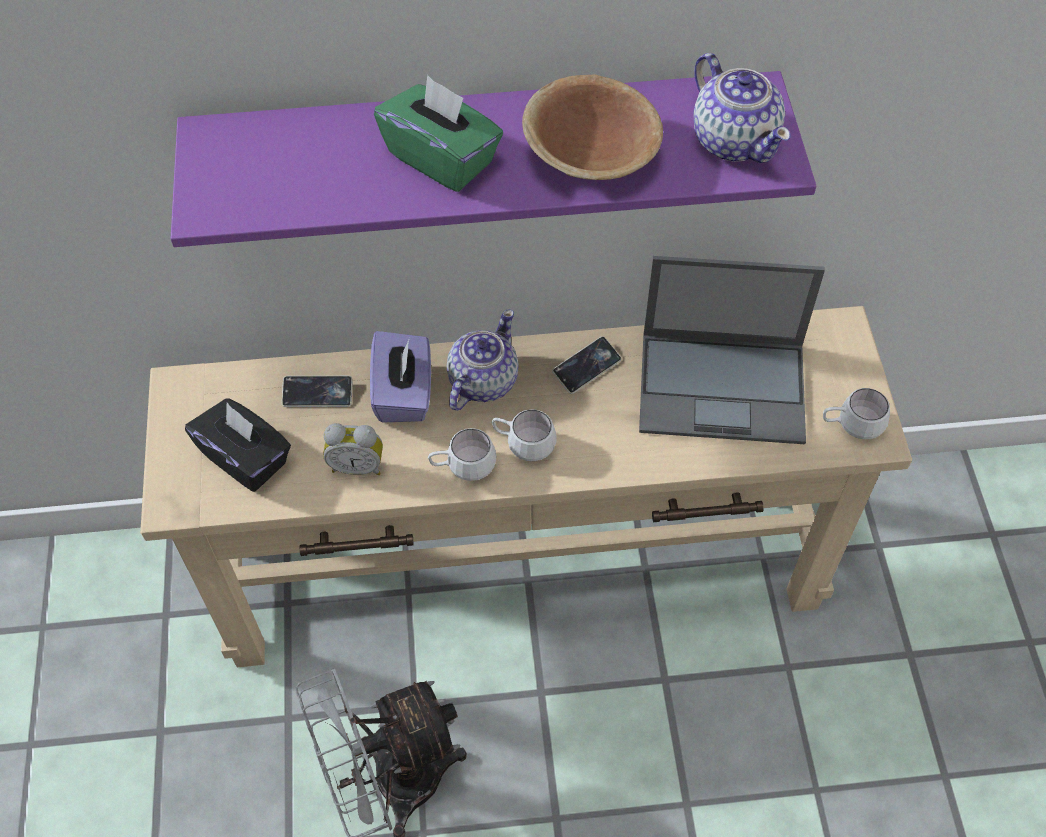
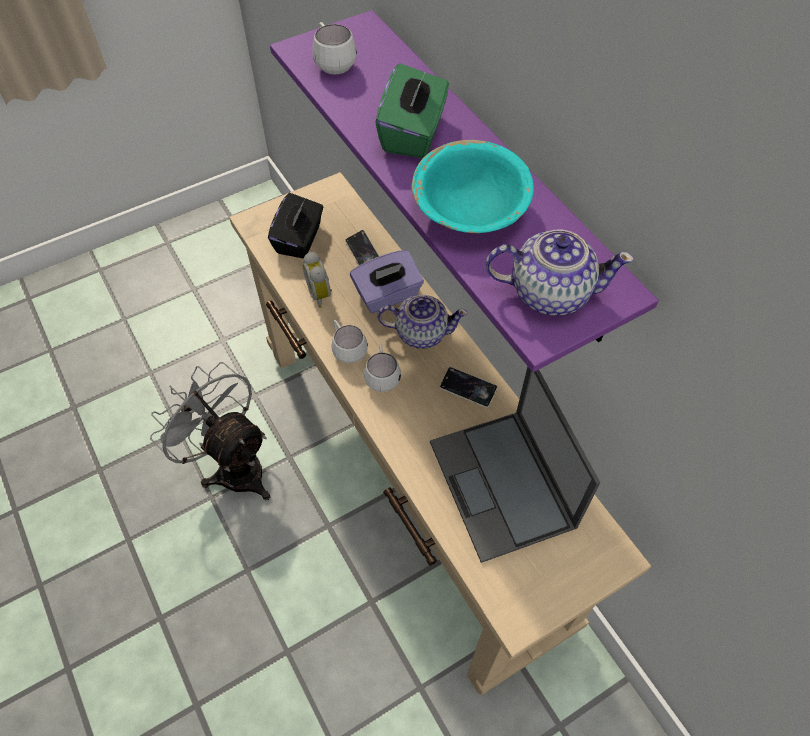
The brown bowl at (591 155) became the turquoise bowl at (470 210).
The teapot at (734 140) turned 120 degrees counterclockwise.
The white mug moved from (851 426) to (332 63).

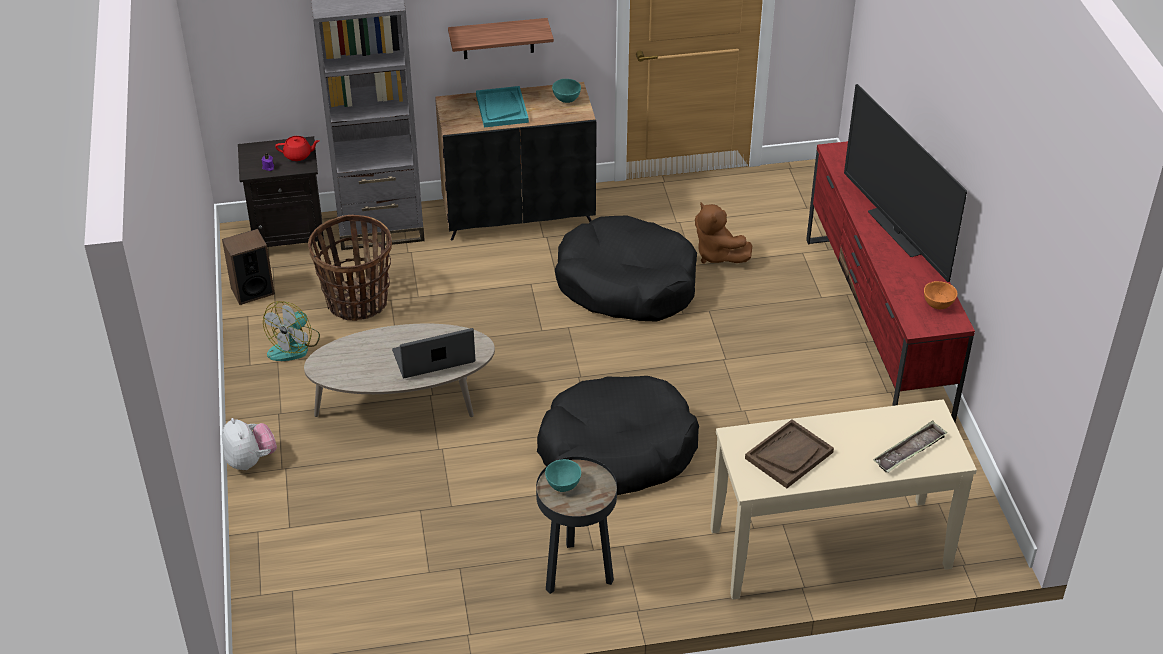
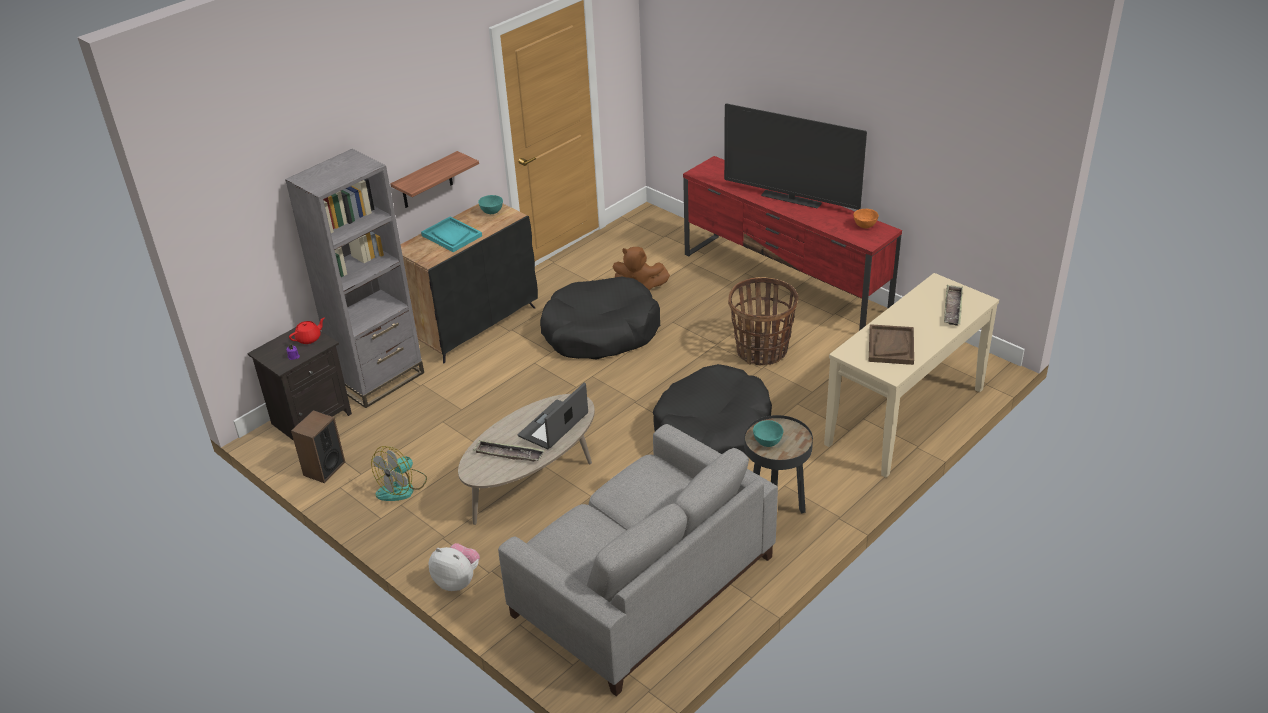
The fan at (294 345) turned 45 degrees clockwise.
The basket moved from (357 302) to (761 351).
The tray at (509 454) appeared.
The grey sofa at (642 585) appeared.

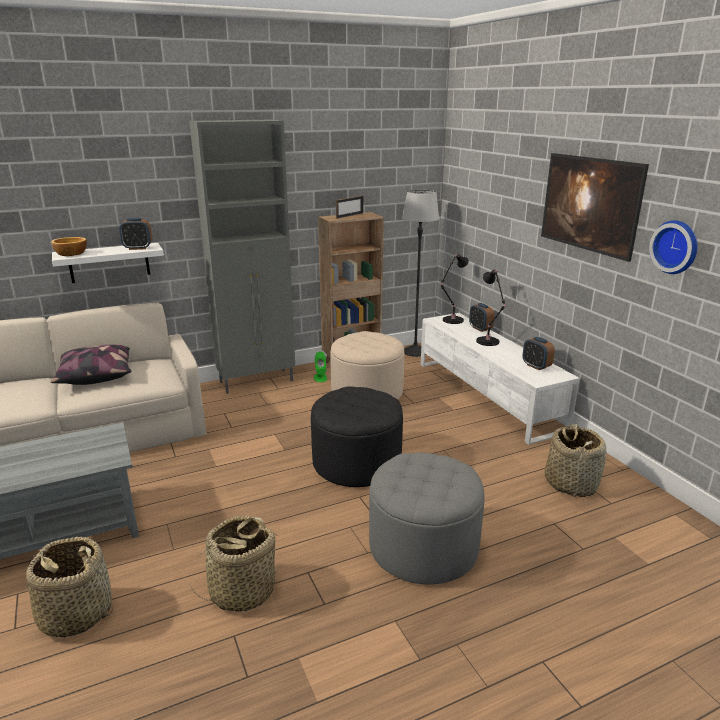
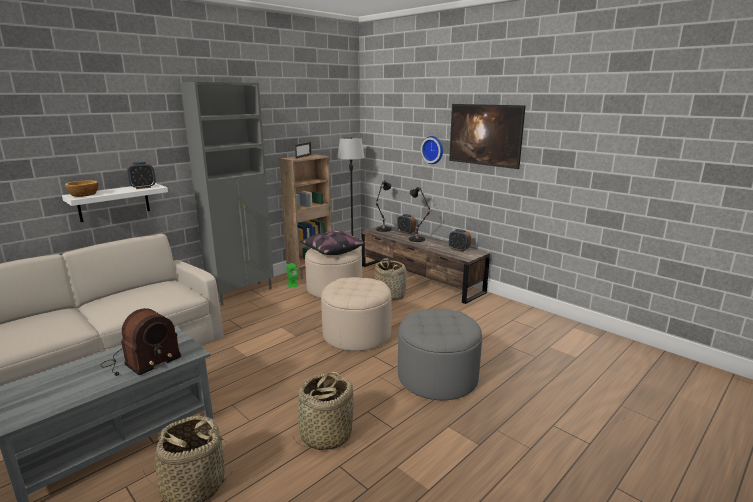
The pillow moved from (96 375) to (332 251).
The black ottoman at (357 462) became the beige ottoman at (357 334).
The white tv stand at (487 395) became the brown tv stand at (420 278).
The basket moved from (571 483) to (389 295).
The wall clock moved from (676 247) to (433 150).
The radio at (140 361) appeared.

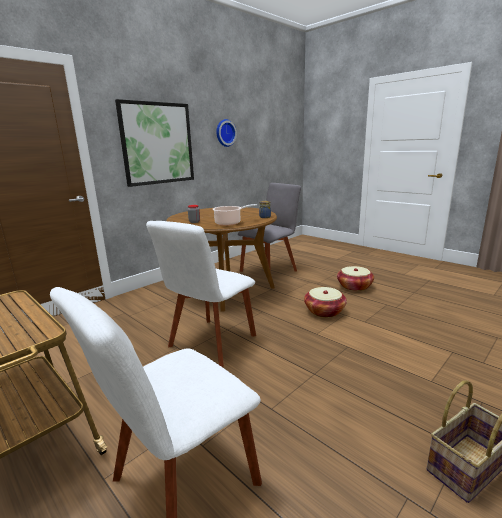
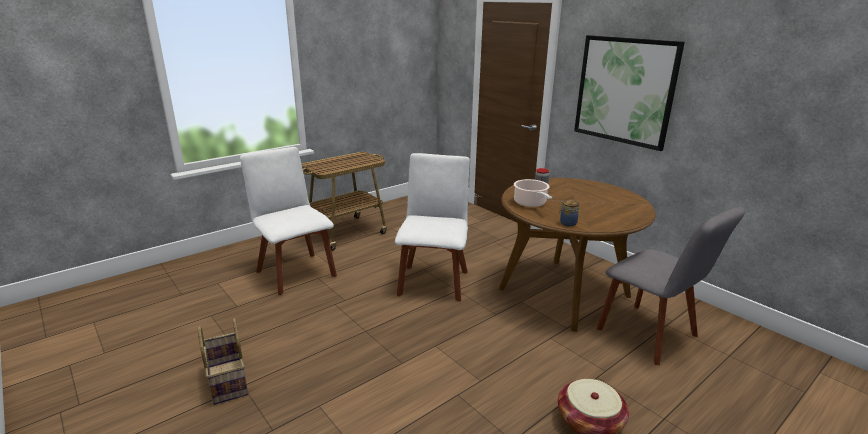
The white chair at (210 343) turned 60 degrees clockwise.
The wall clock at (224 133) disappeared.
The basket at (324 311) disappeared.

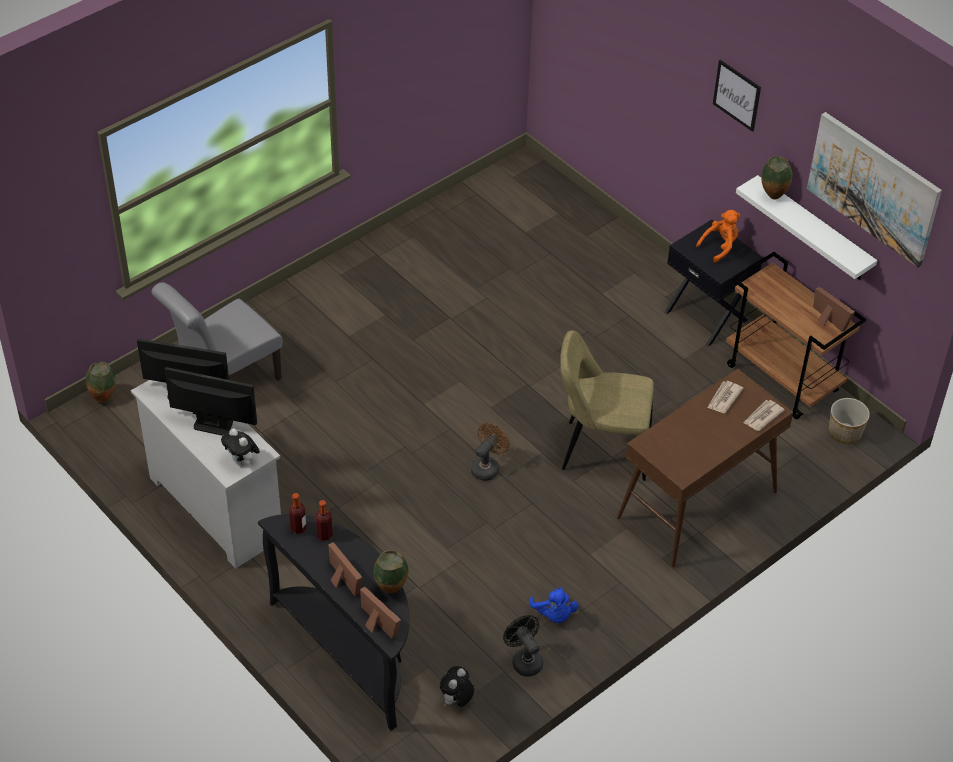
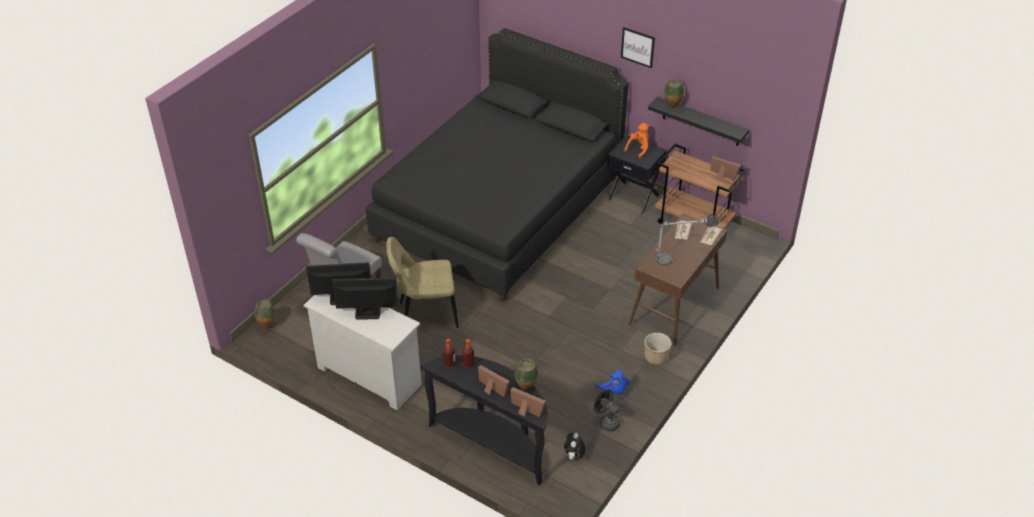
The plush toy at (242 462) disappeared.
The brown fan at (487 467) disappeared.
The beige chair moved from (601 450) to (425 315).
The white shelf at (813 230) became the black shelf at (701 122).
The picture at (873 188) disappeared.
The planter moved from (844 433) to (656 357).
The black bed at (499 209) appeared.
The table lamp at (682 257) appeared.

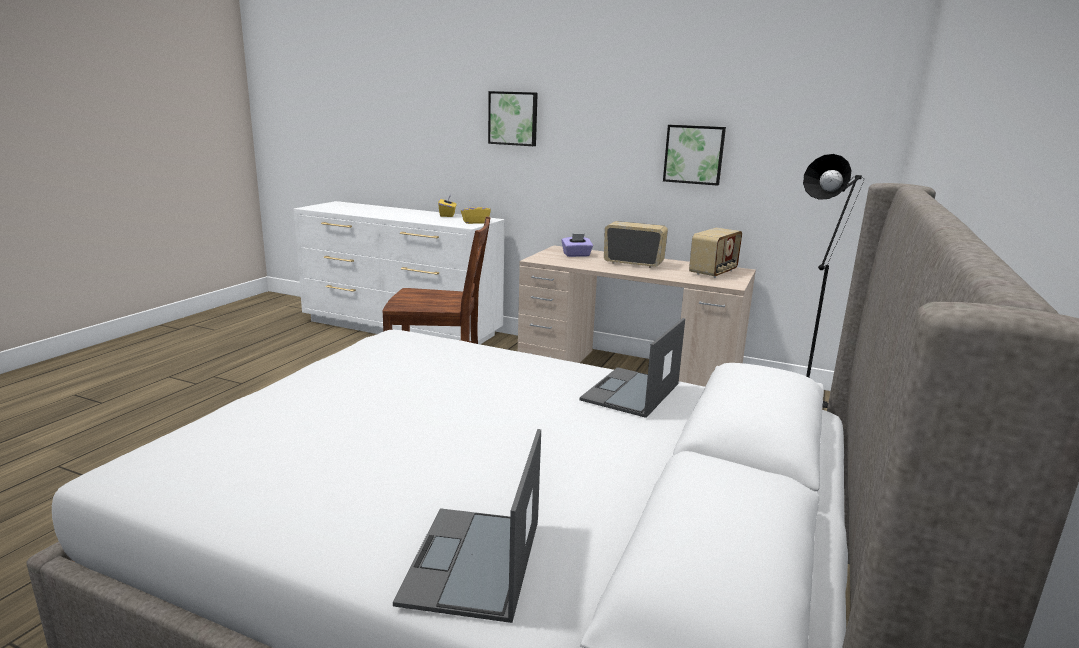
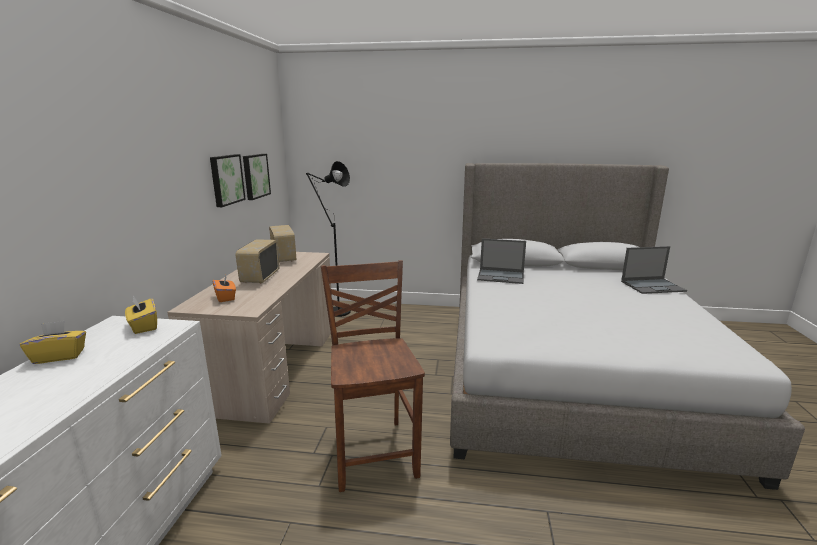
The picture moved from (513 118) to (255 176).
The purple tissue box at (576 255) became the orange tissue box at (225 297).
The radio at (714 272) turned 135 degrees counterclockwise.

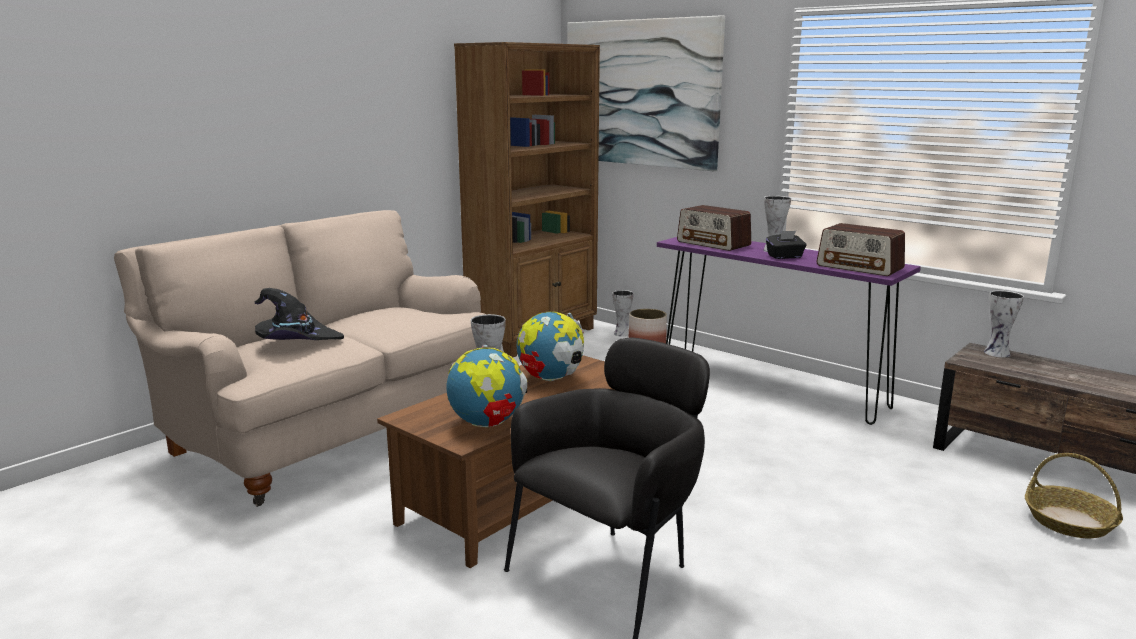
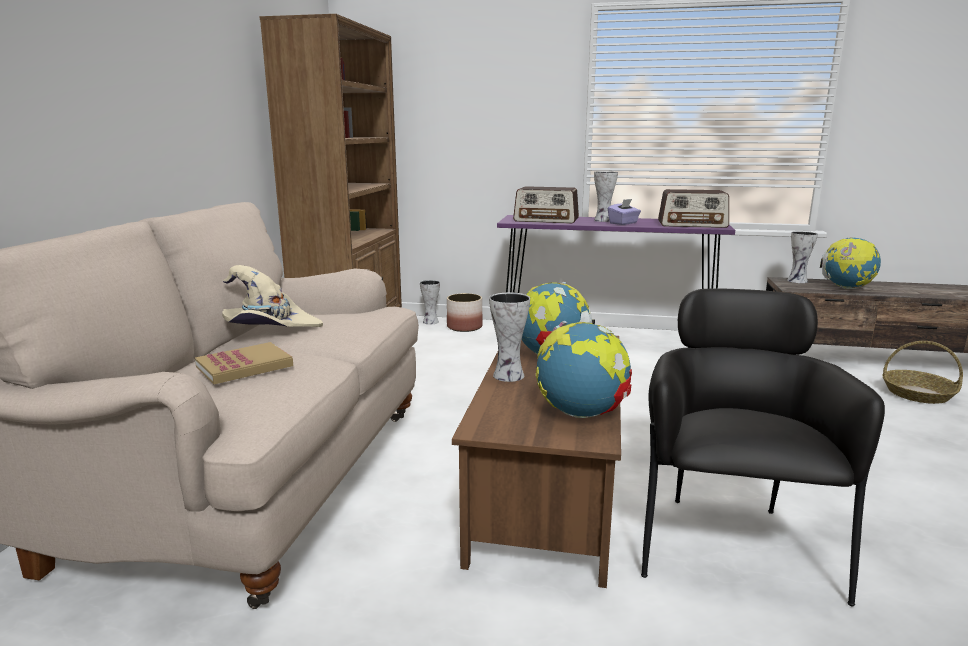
The black hat at (296 340) was replaced by the book at (244 366).
The picture at (640 93) disappeared.
The black tissue box at (785 257) became the purple tissue box at (623 223).
The beige hat at (270 326) appeared.
The globe at (846 288) appeared.

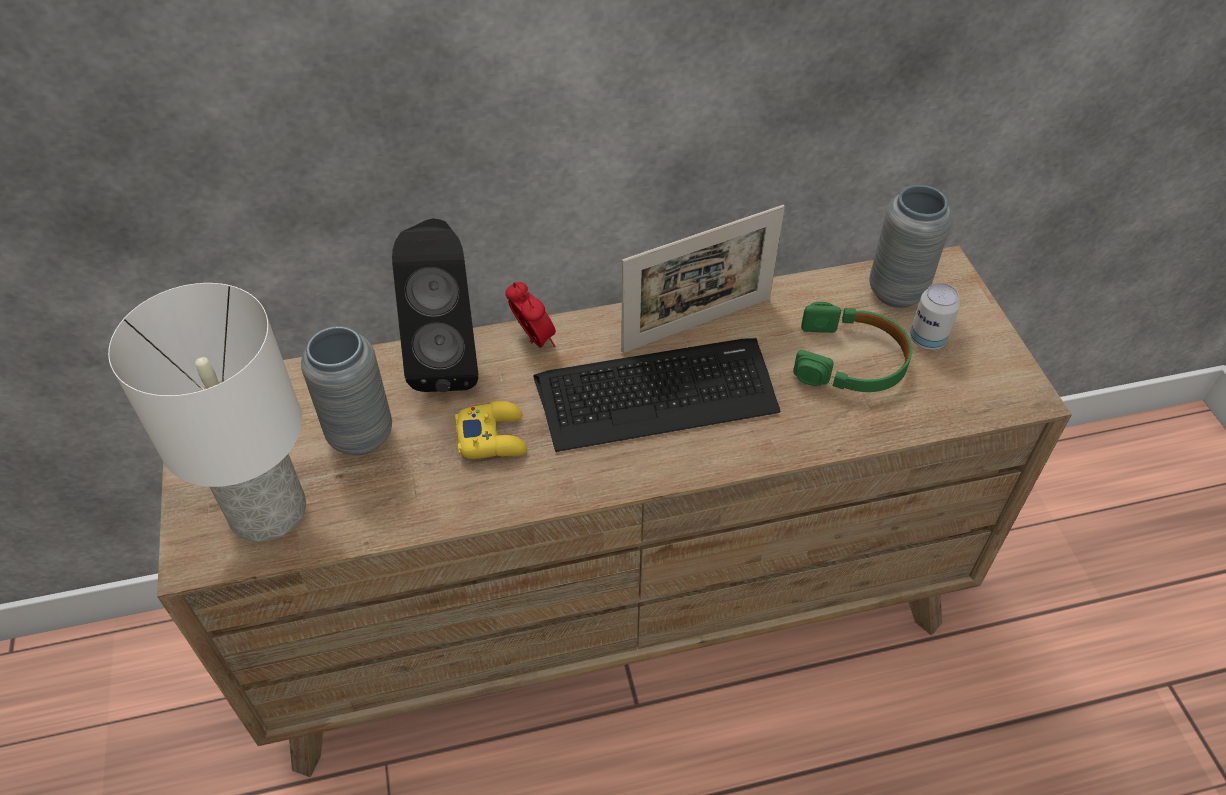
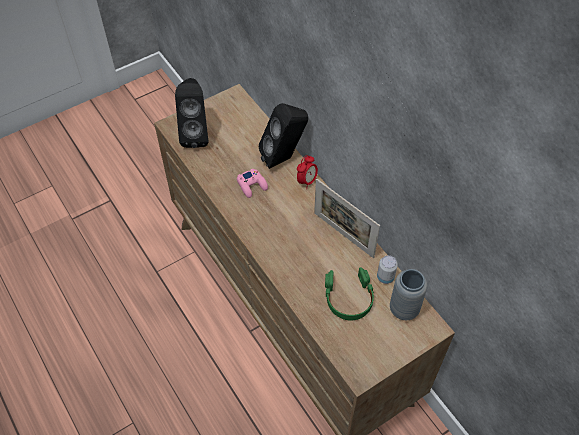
The white table lamp at (267 508) was replaced by the black speaker at (196 134).
The grey vase at (360 435) disappeared.
The yellow game controller at (493 437) became the pink game controller at (252 185).
The keyboard at (657 394) disappeared.
The can moved from (927 339) to (385 277).

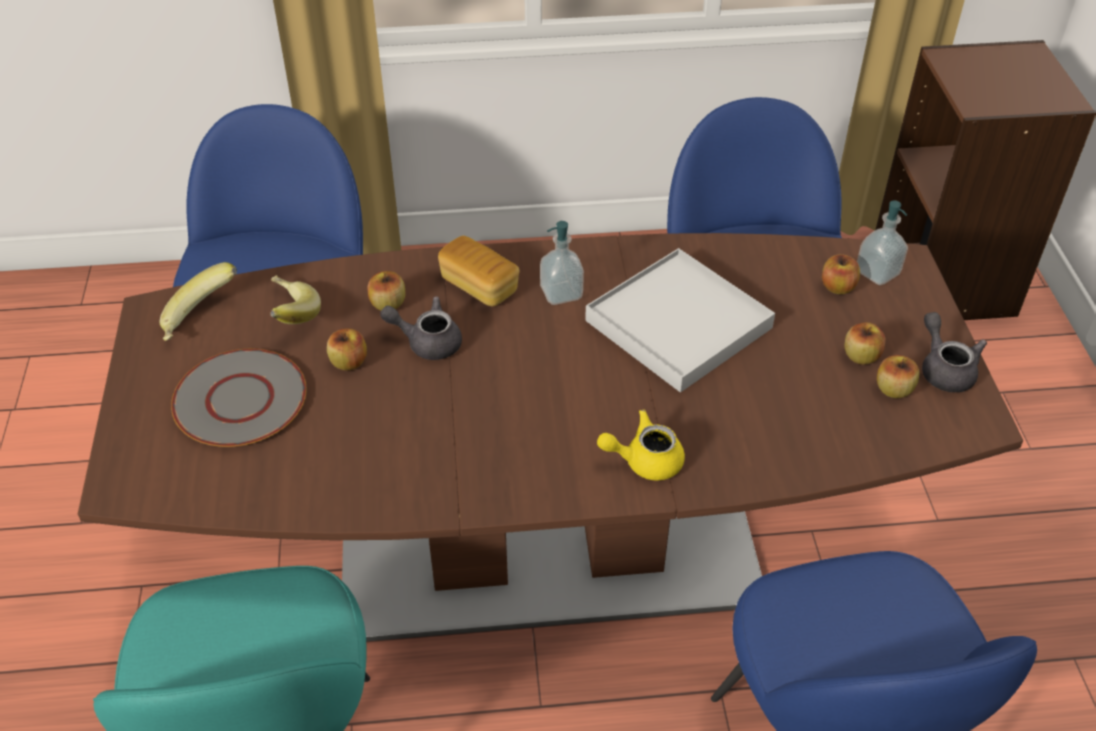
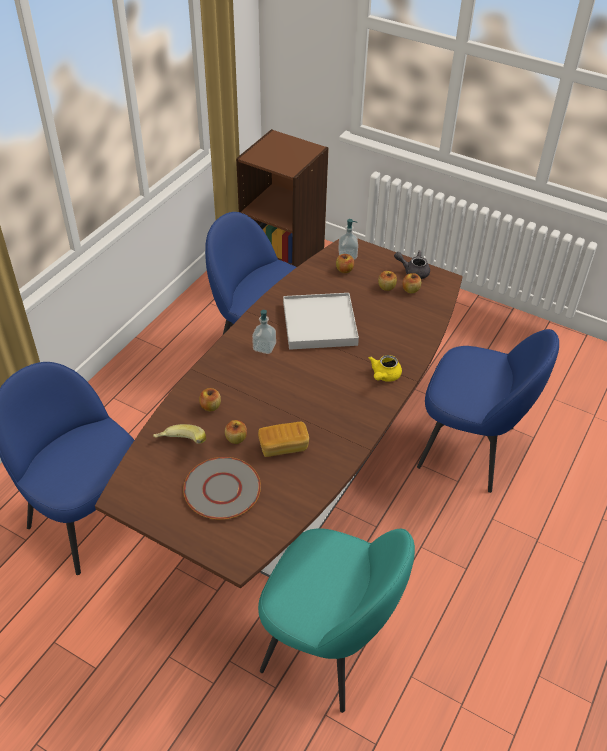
The banana at (201 321) disappeared.
The grey teapot at (427 342) disappeared.
The bread moved from (479 285) to (283 446).

